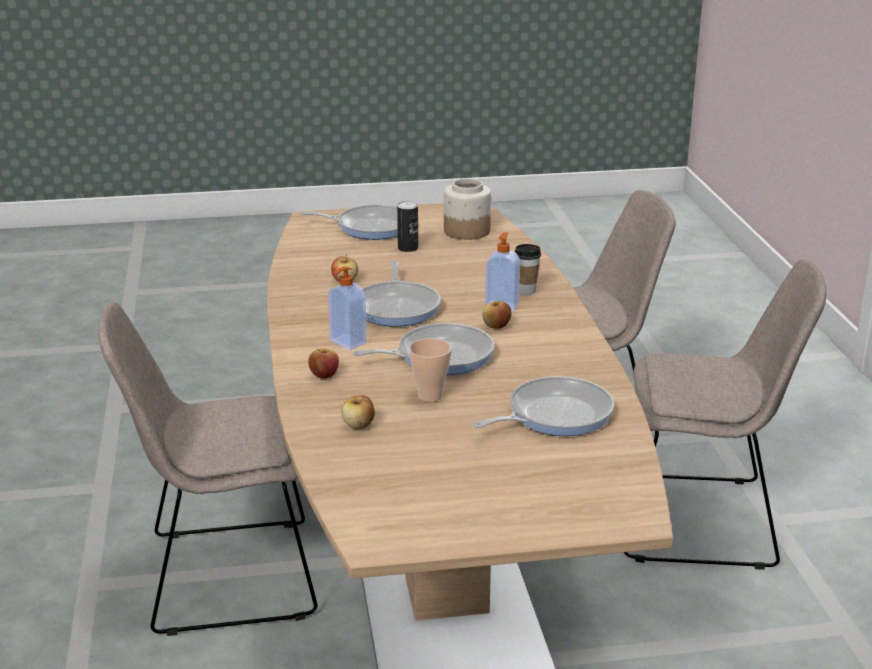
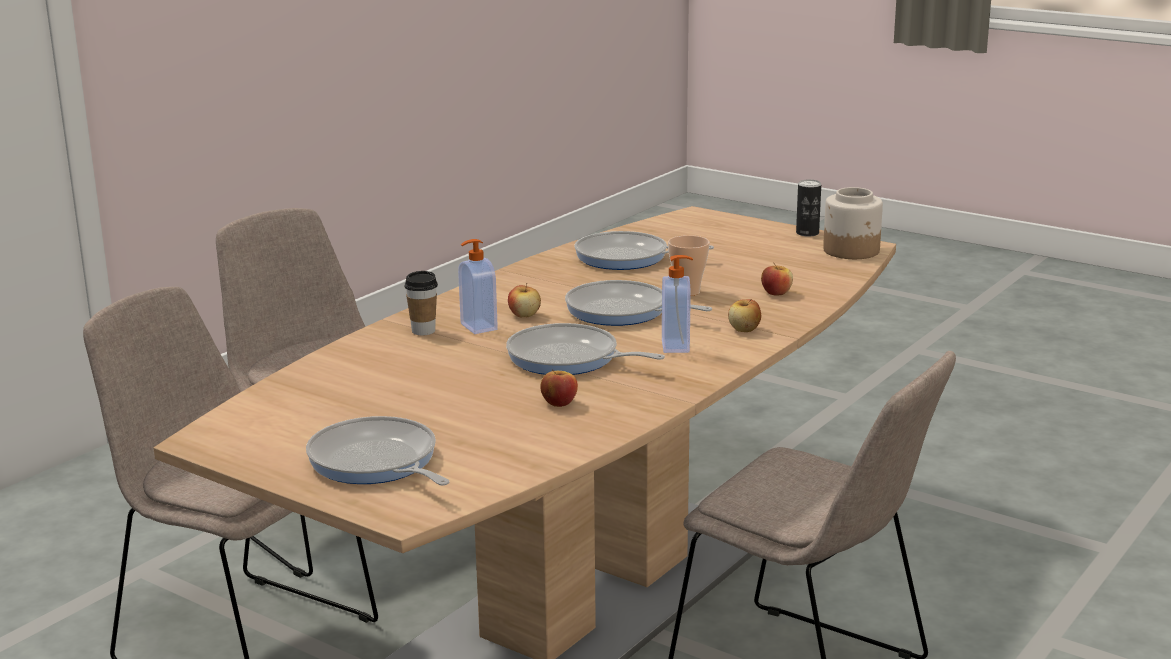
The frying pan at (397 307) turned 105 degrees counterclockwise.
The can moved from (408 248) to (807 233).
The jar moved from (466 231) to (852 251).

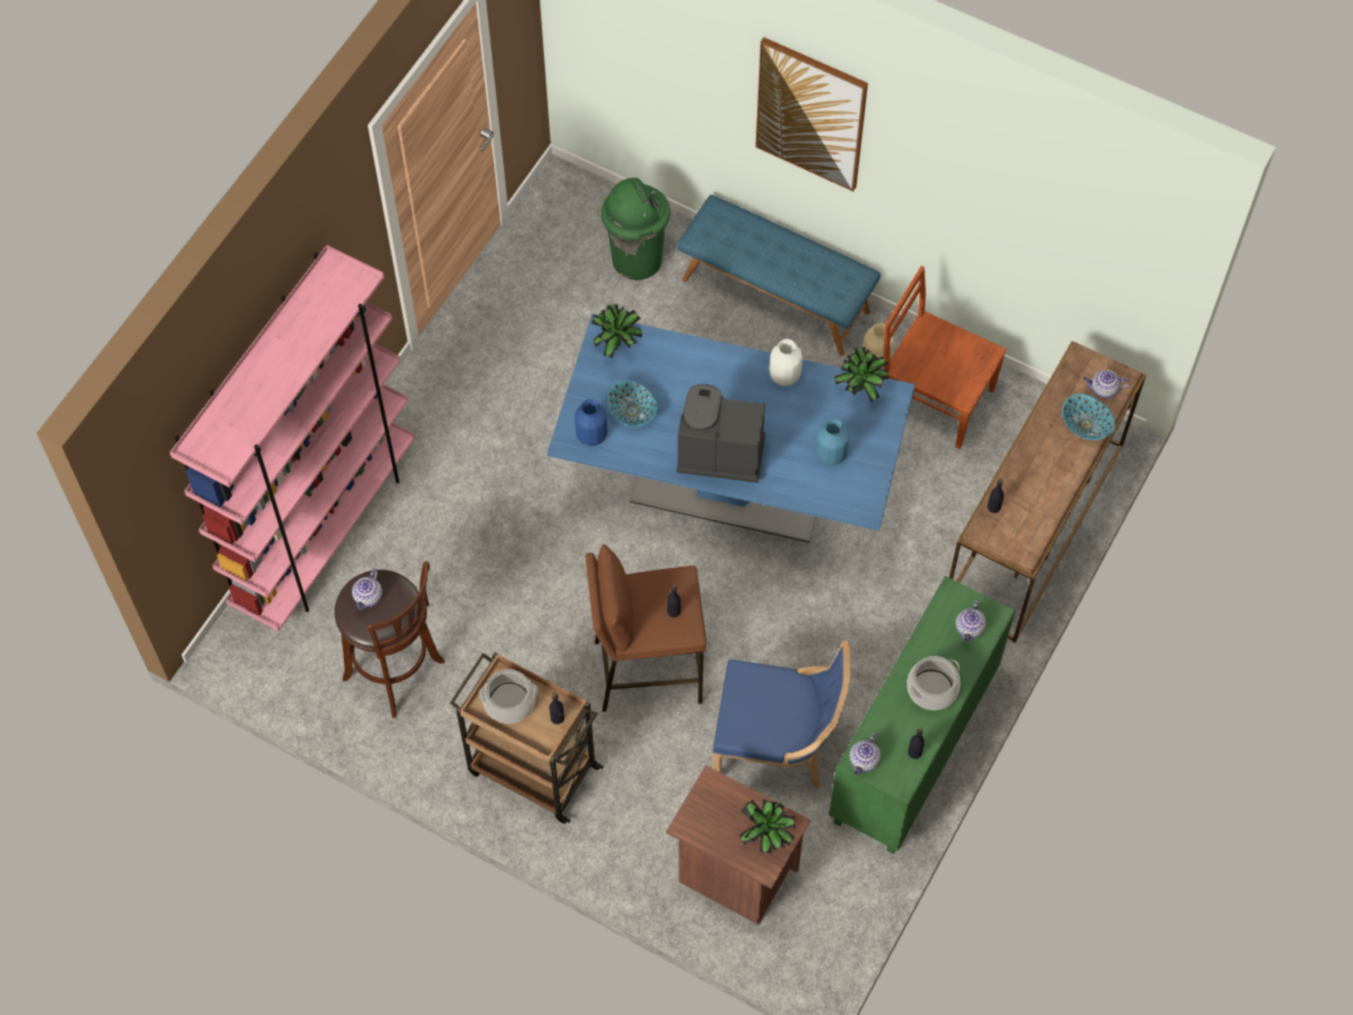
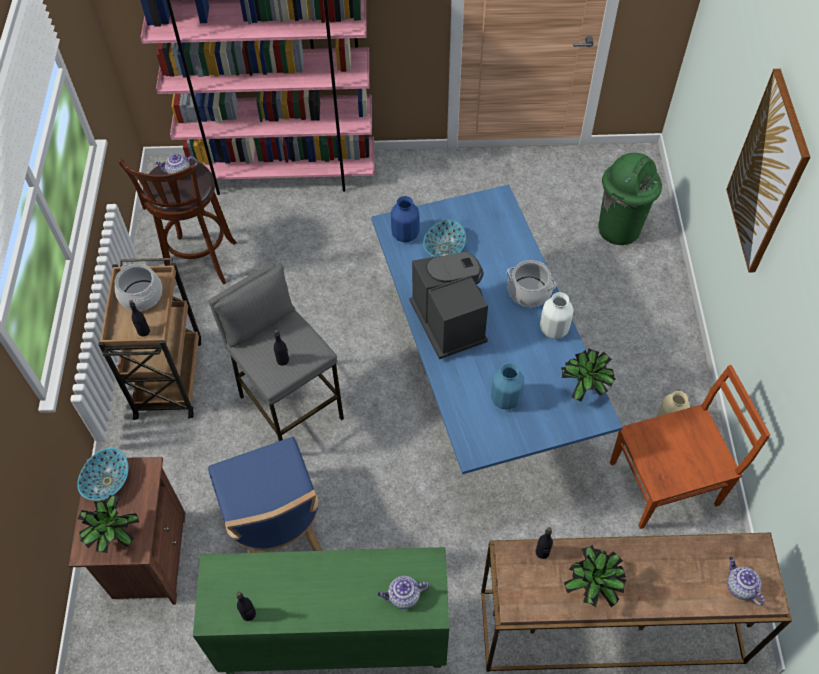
The brown stool at (647 670) became the grey stool at (290 407).
The potted plant moved from (617 344) to (592 587).
The blue bench at (776 294) disappeared.
The teapot at (864 761) disappeared.
The brown chair at (934 398) turned 75 degrees clockwise.
The cooking pot moved from (932 689) to (529 291).
The bowl moved from (1085 425) to (106 481).

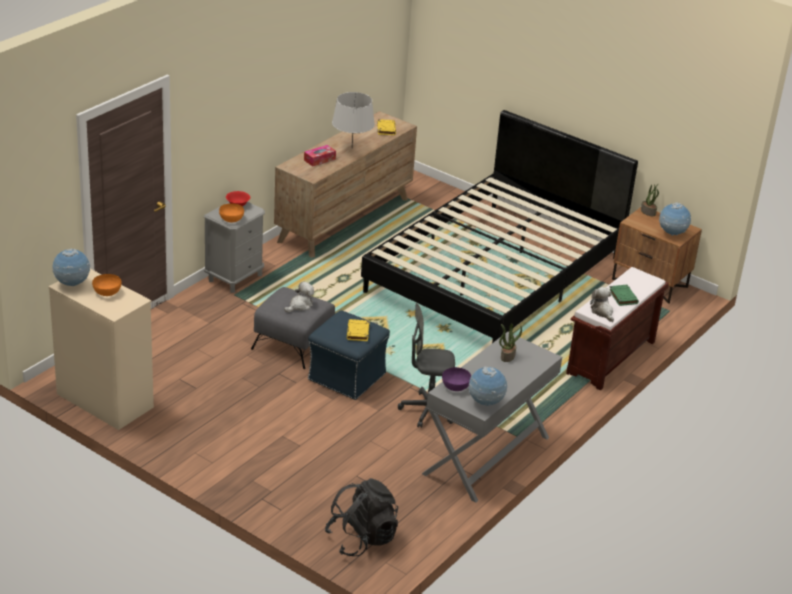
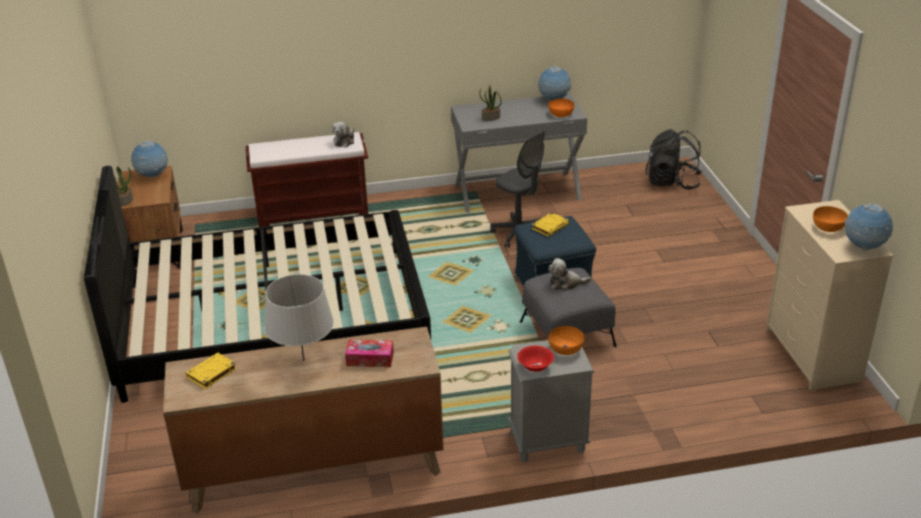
The purple bowl at (456 386) became the orange bowl at (560 114).
The green book at (622 297) disappeared.

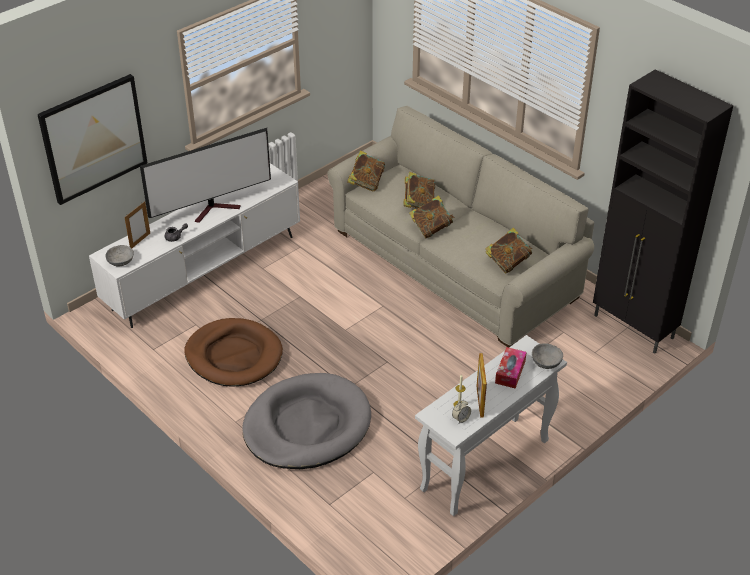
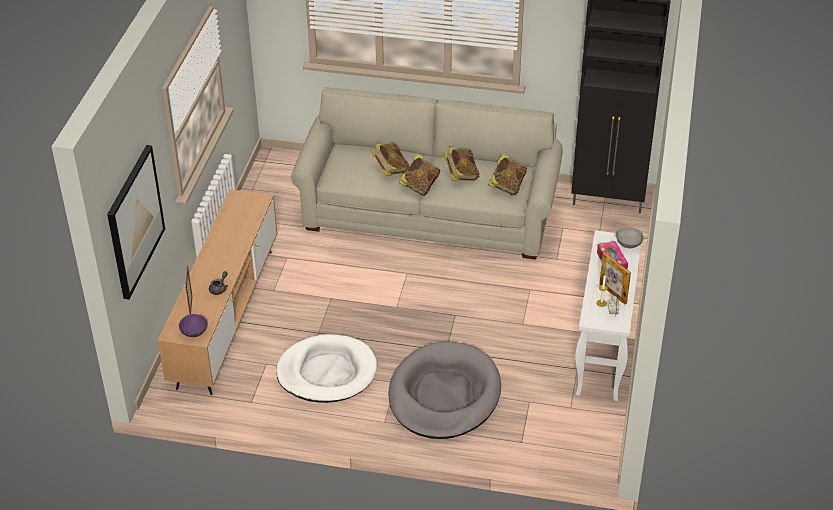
The white tv stand at (205 273) became the brown tv stand at (226 318).
The grey bowl at (120 261) became the purple bowl at (193 331).
The television at (216 209) disappeared.
The brown dog bed at (234 356) became the white dog bed at (327 372).
The book moved from (366 183) to (461 175).

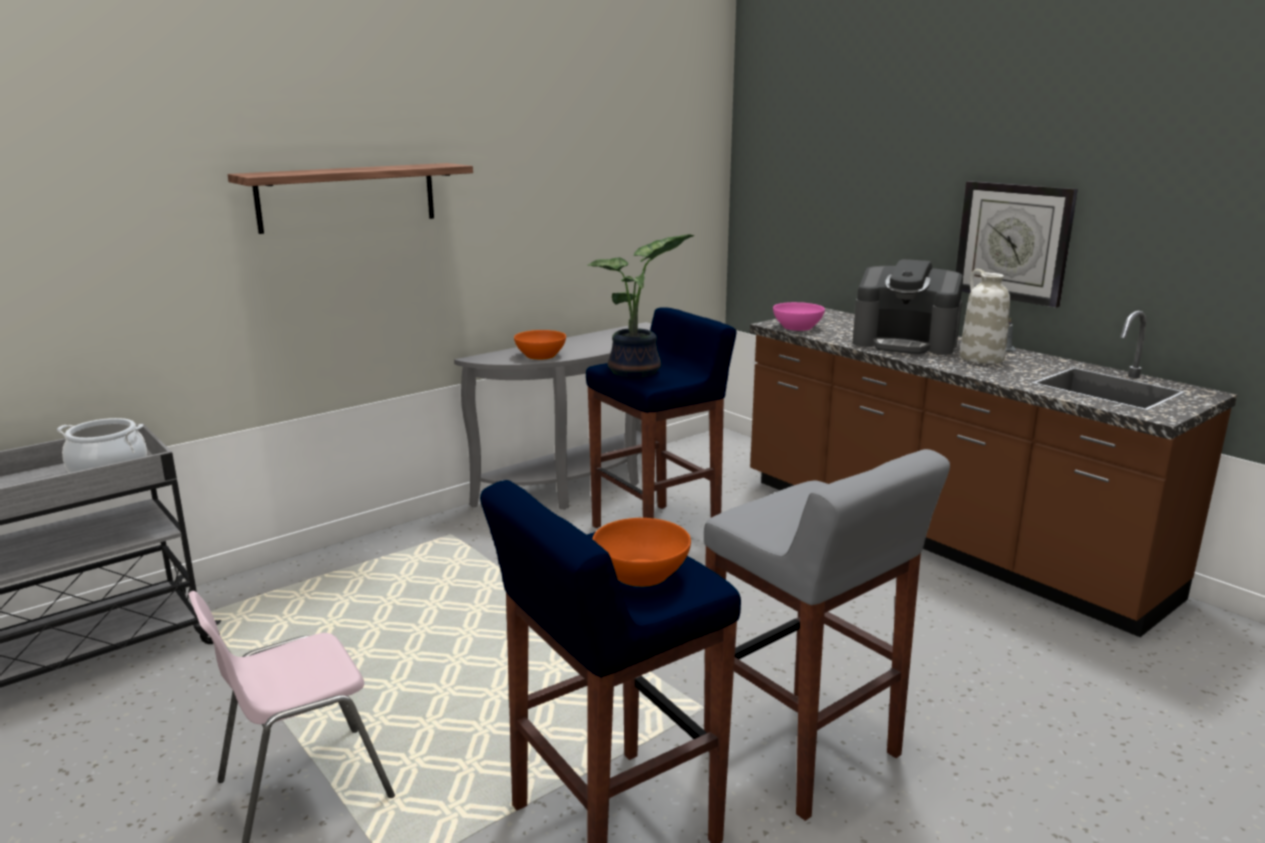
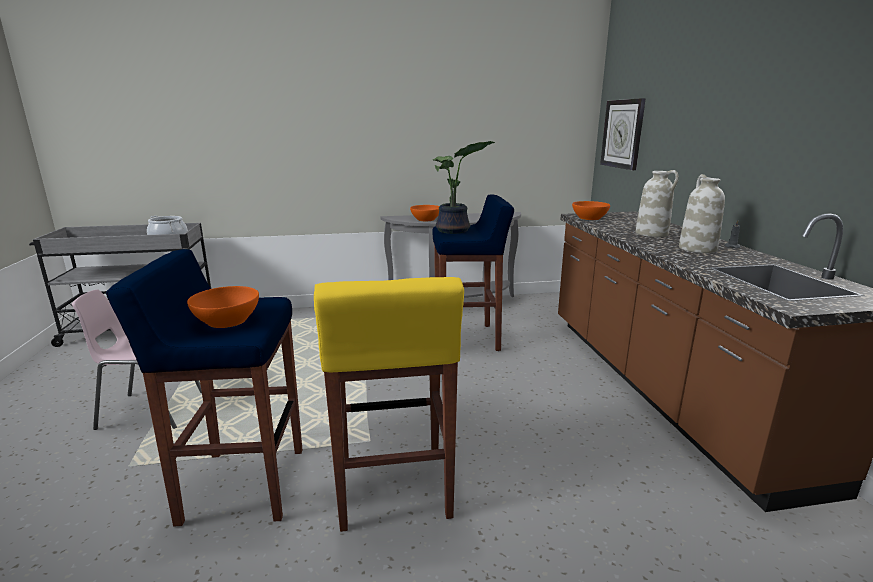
The shelf at (348 197) disappeared.
The grey stool at (804 753) became the yellow stool at (393 490).
The pink bowl at (798 327) became the orange bowl at (589 218).
The coffee machine at (905 343) was replaced by the white vase at (652 234).
The wall clock moved from (1013 242) to (622 134).

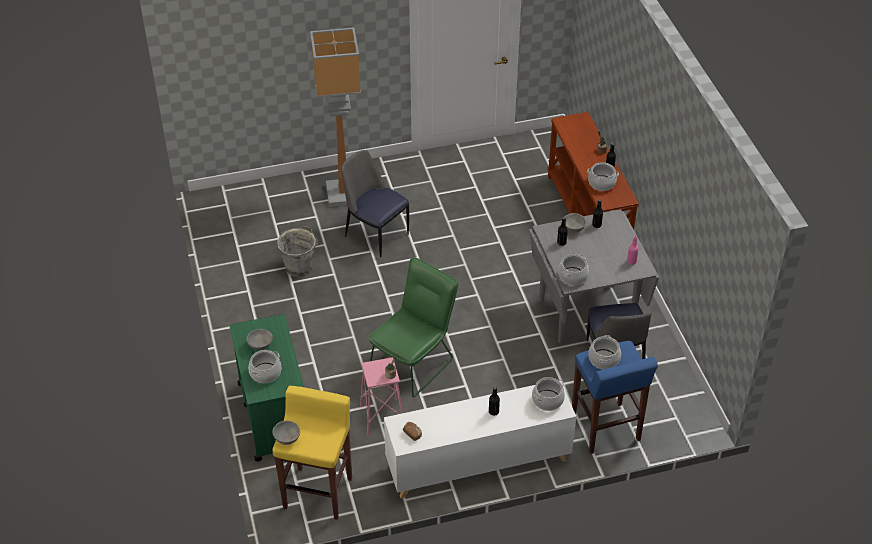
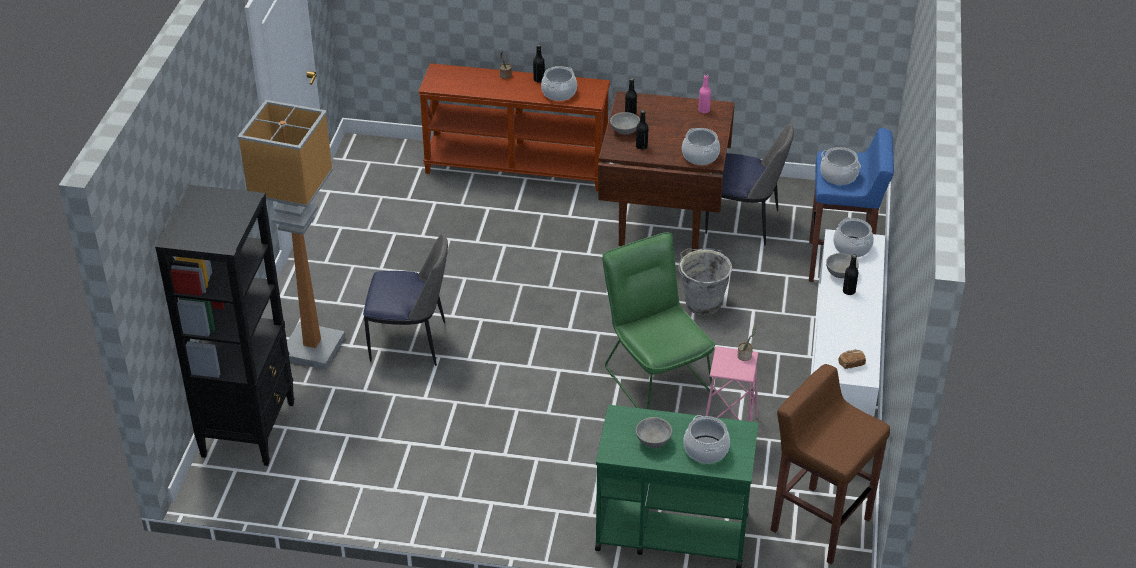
The grey bowl moved from (287 438) to (840 273).
The yellow stool at (318 492) became the brown stool at (819 524).
The grey bucket moved from (299 266) to (702 303).
The chair at (375 234) turned 150 degrees counterclockwise.
The grey dining table at (585 312) became the brown dining table at (662 219).
The black bookcase at (249 429) appeared.

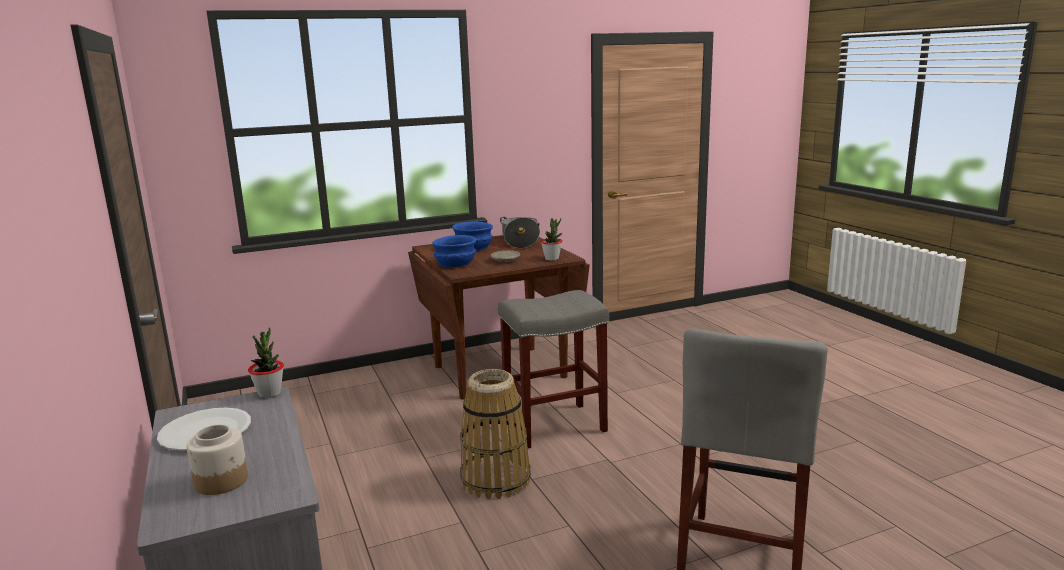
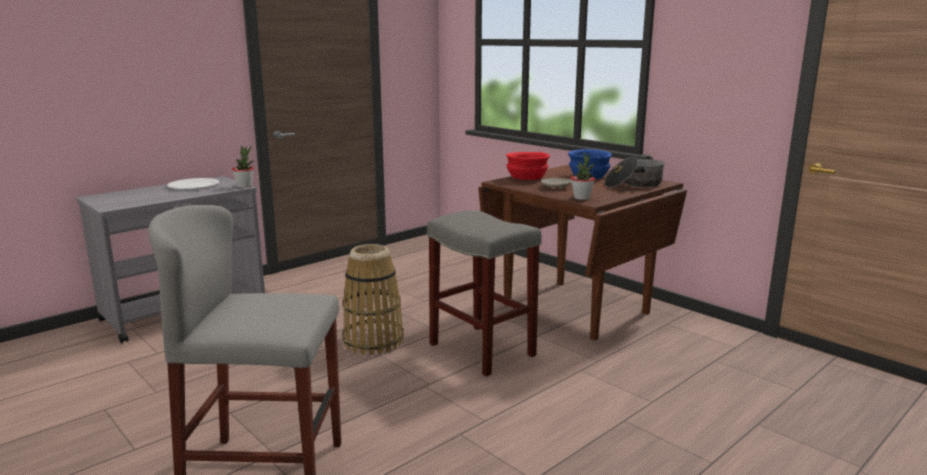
The jar at (222 481) disappeared.
The blue bowl at (455 264) became the red bowl at (526 178).

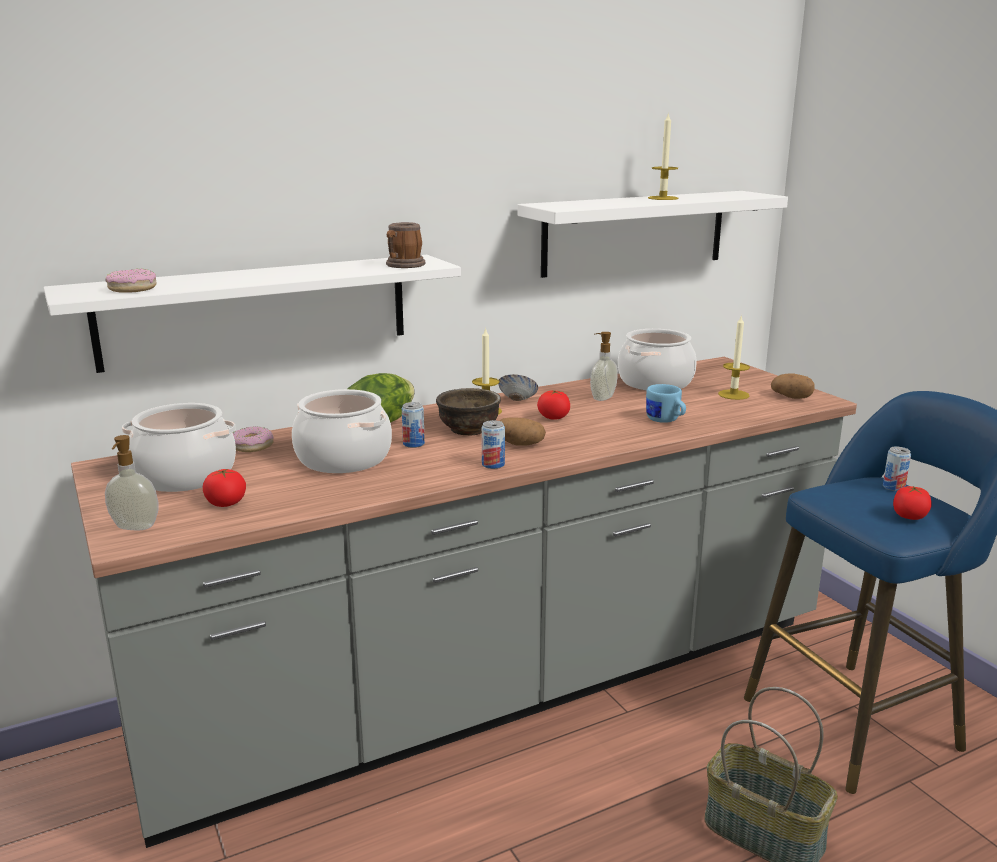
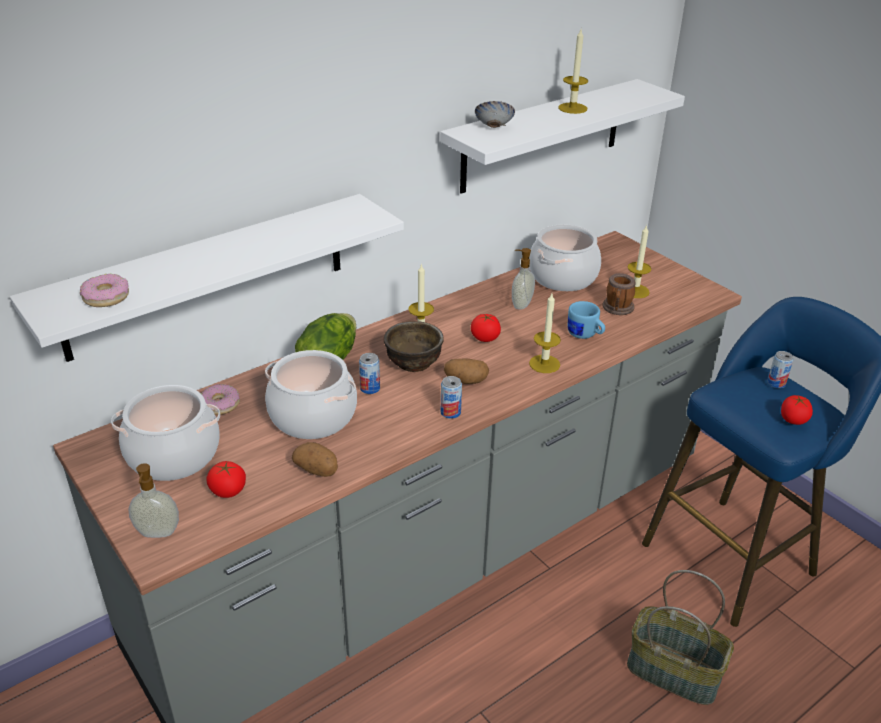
The mug moved from (403 265) to (617 309).
The bowl moved from (517 401) to (494 127).
The potato moved from (792 397) to (317 470).
The candle at (544 364) appeared.

